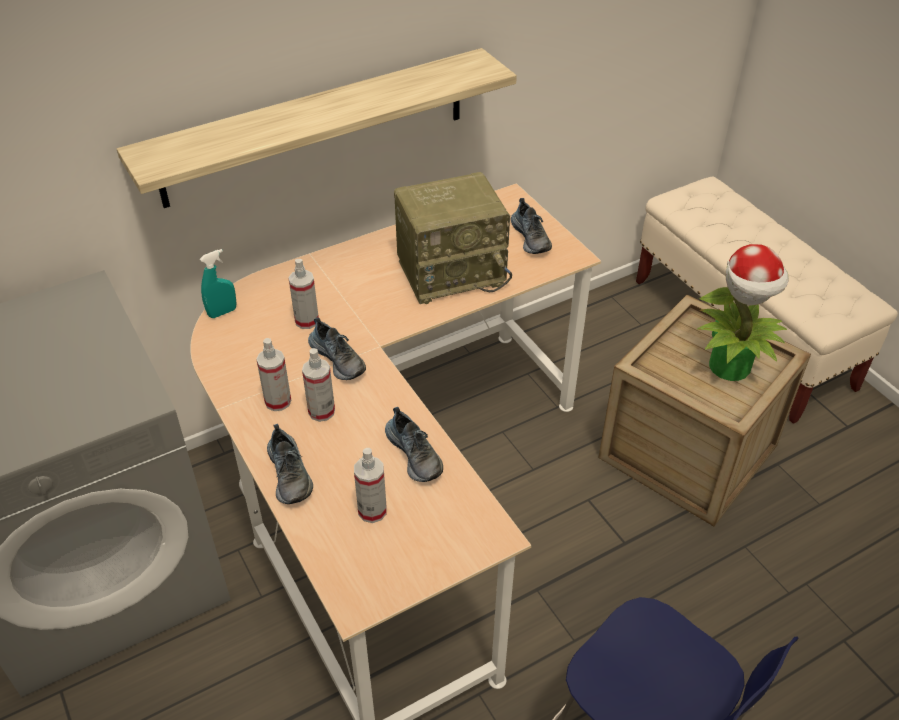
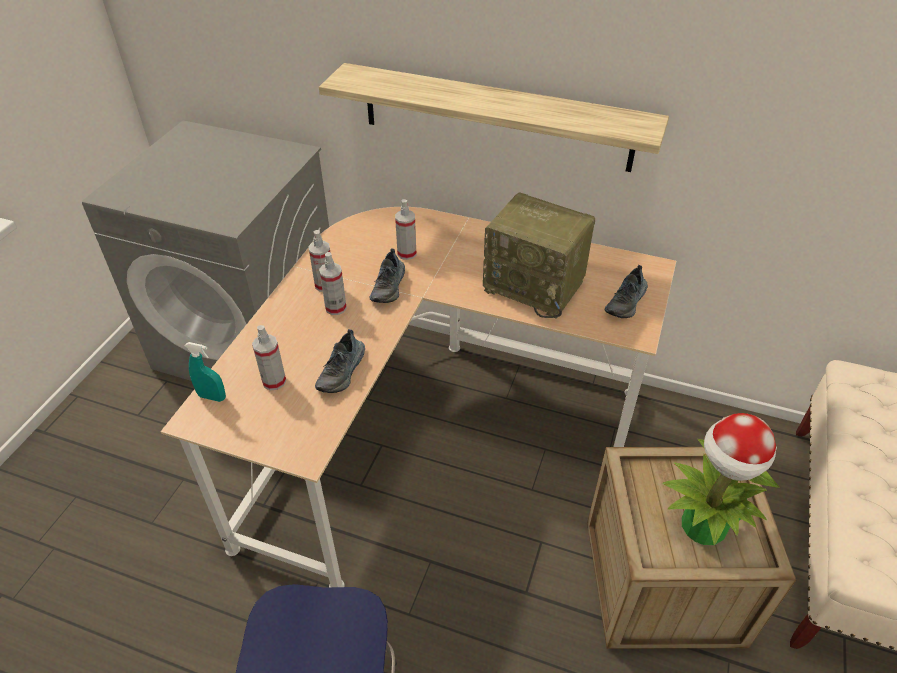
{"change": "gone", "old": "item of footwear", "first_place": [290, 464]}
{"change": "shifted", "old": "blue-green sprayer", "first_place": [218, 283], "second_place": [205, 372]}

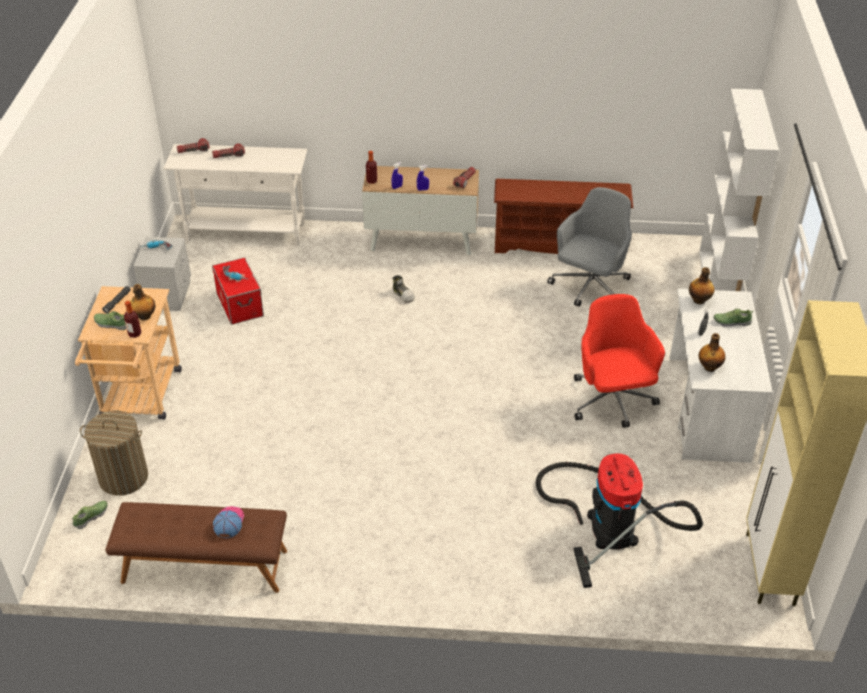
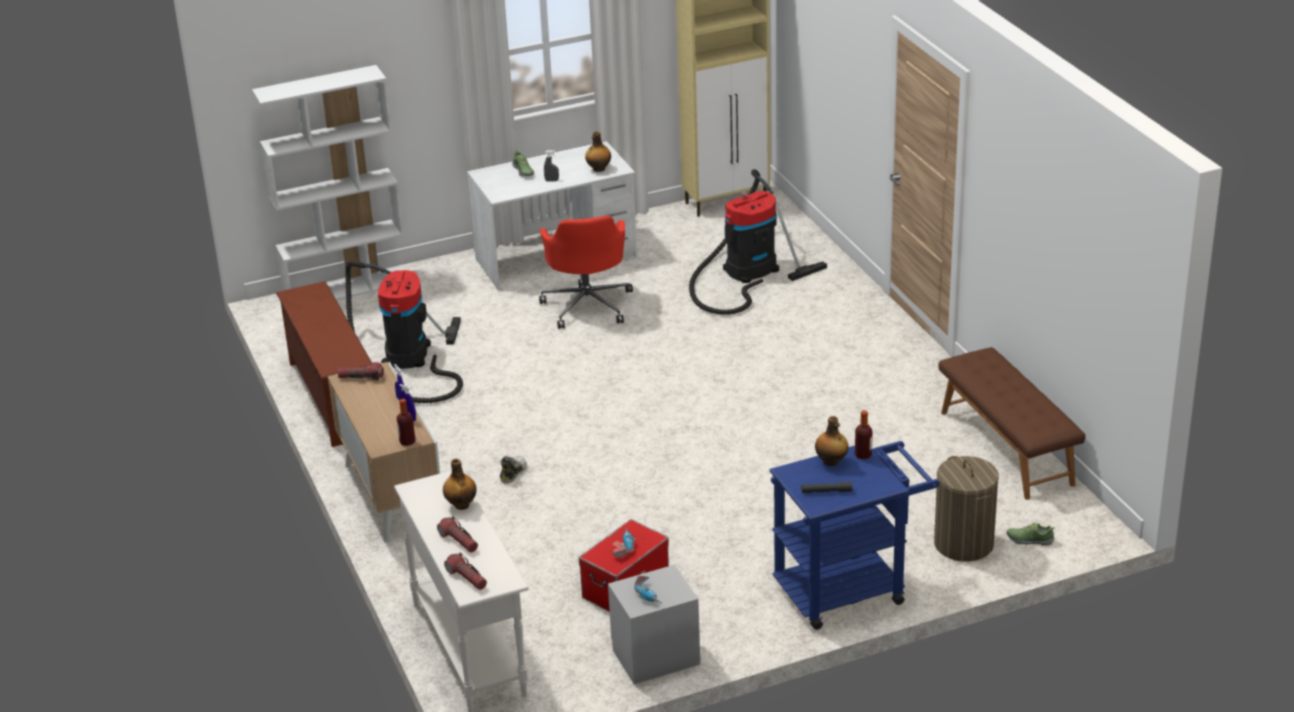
{"change": "gone", "old": "item of footwear", "first_place": [110, 320]}
{"change": "gone", "old": "cap", "first_place": [228, 522]}
{"change": "shifted", "old": "beverage bottle", "first_place": [701, 285], "second_place": [460, 484]}
{"change": "swapped", "old": "grey desk chair", "new": "hoover", "first_place": [589, 247], "second_place": [404, 332]}
{"change": "repainted", "old": "beige-coloured cart", "new": "bluish cart", "first_place": [128, 353], "second_place": [855, 535]}
{"change": "rotated", "old": "reddish desk chair", "first_place": [619, 361], "second_place": [586, 272], "degrees": -60}

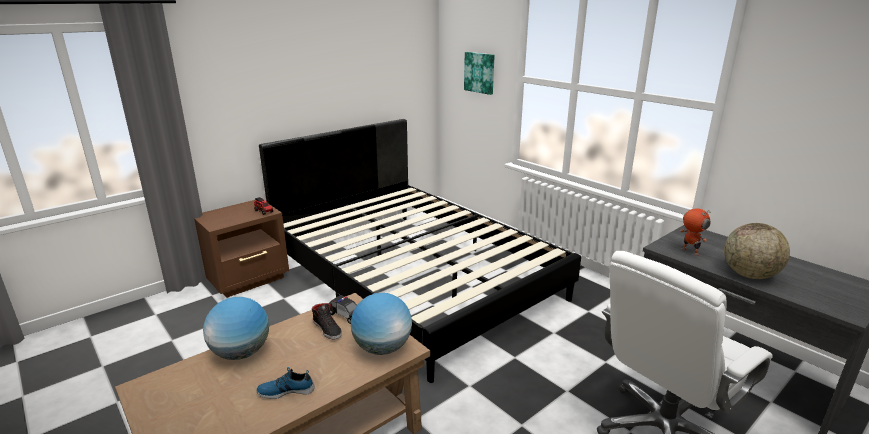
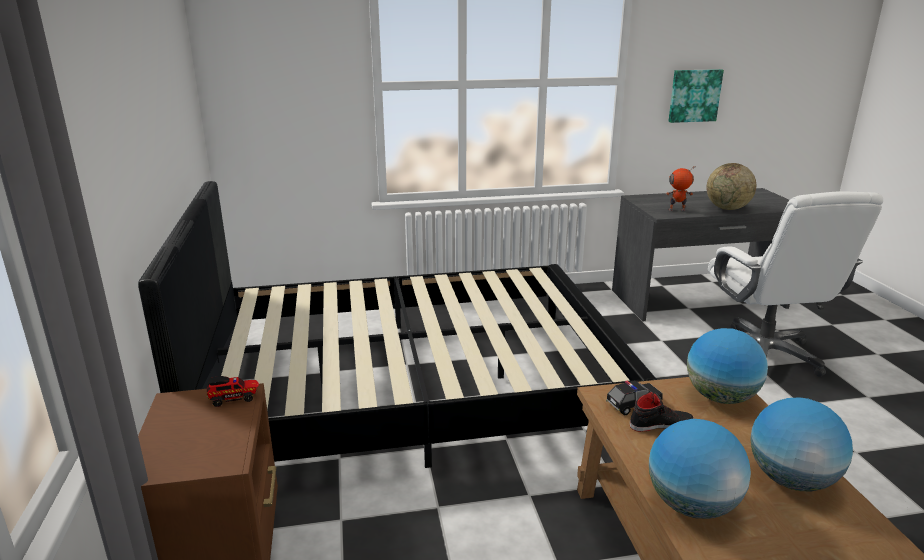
{"change": "shifted", "old": "wall art", "first_place": [479, 73], "second_place": [696, 96]}
{"change": "swapped", "old": "item of footwear", "new": "world globe", "first_place": [285, 383], "second_place": [801, 444]}

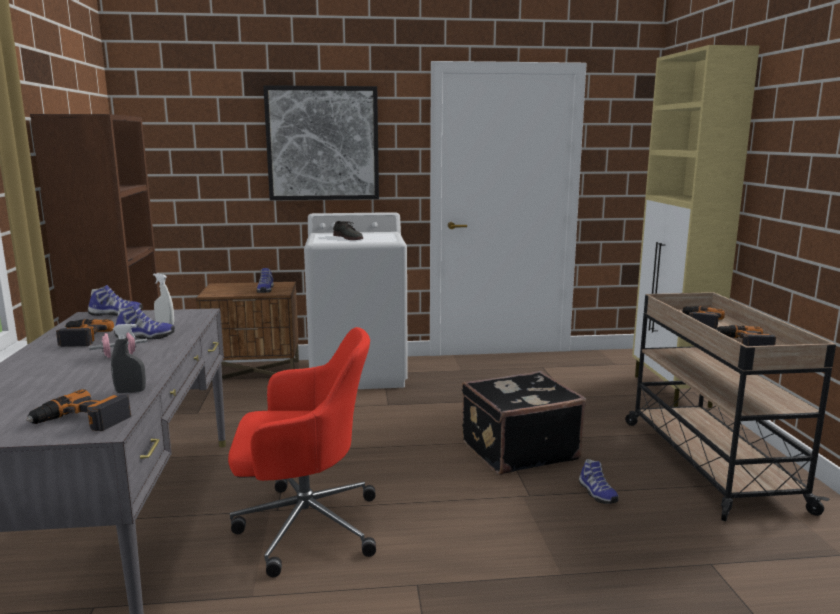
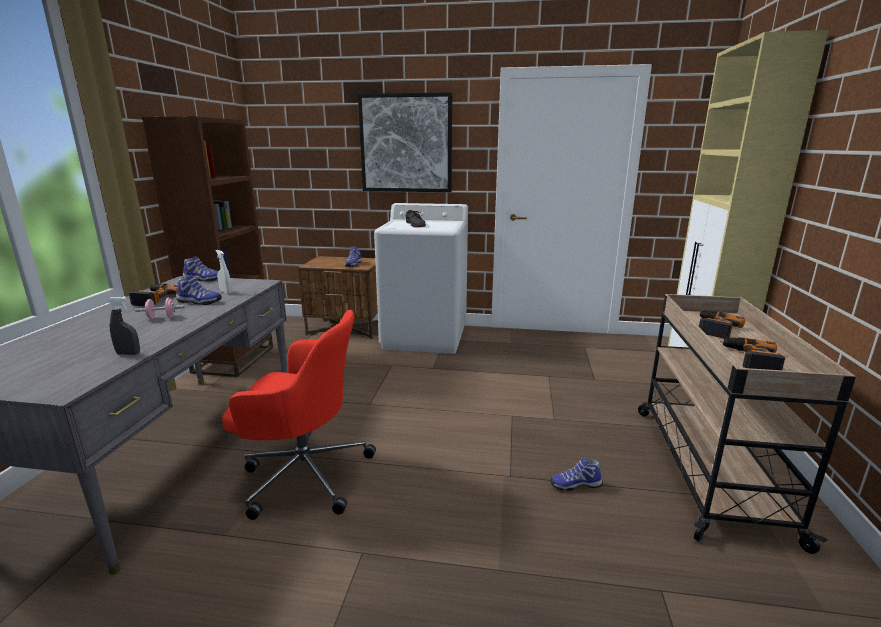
{"change": "gone", "old": "electric drill", "first_place": [78, 410]}
{"change": "gone", "old": "black suitcase", "first_place": [524, 423]}
{"change": "rotated", "old": "item of footwear", "first_place": [598, 481], "second_place": [577, 474], "degrees": 90}

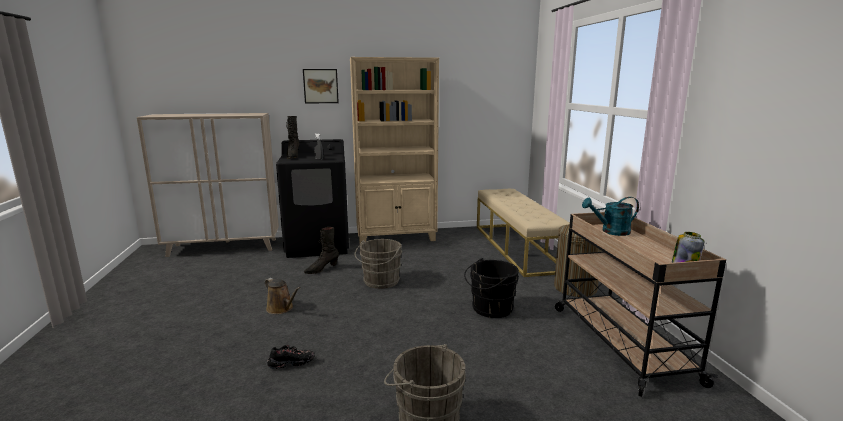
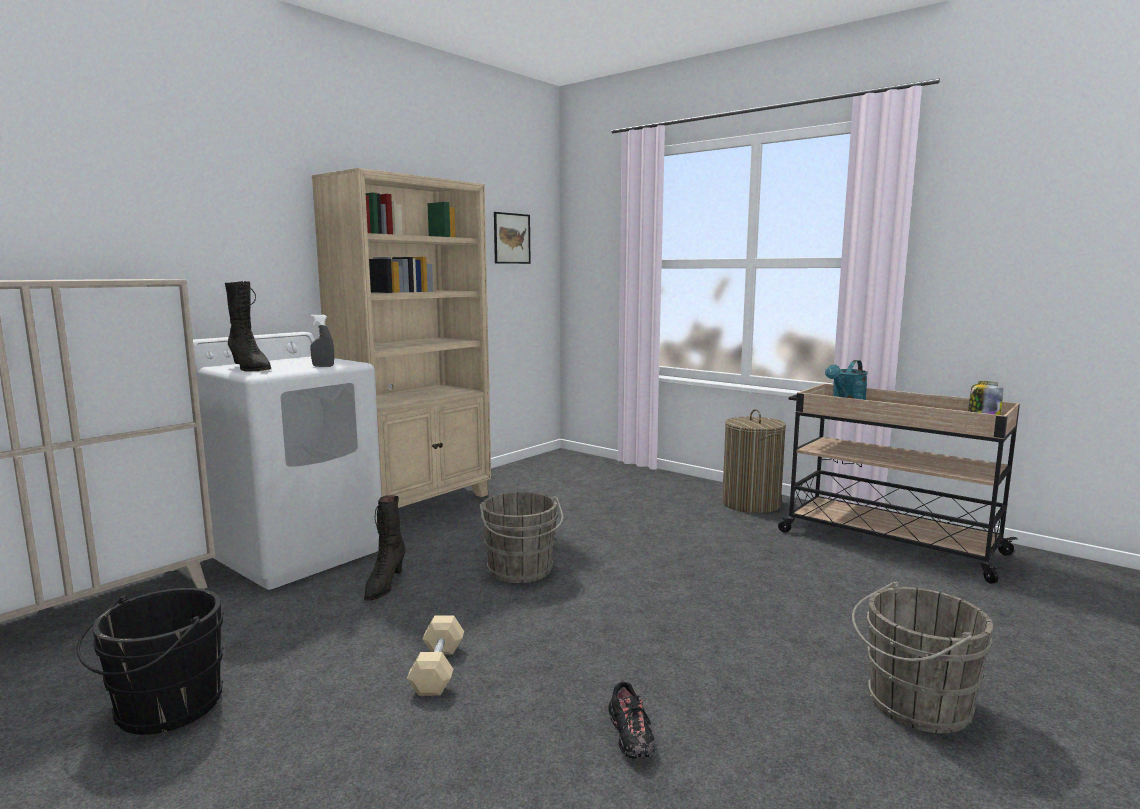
{"change": "gone", "old": "beige-coloured indoor bench", "first_place": [523, 233]}
{"change": "shifted", "old": "wall art", "first_place": [321, 86], "second_place": [512, 238]}
{"change": "shifted", "old": "black pail", "first_place": [491, 288], "second_place": [150, 661]}
{"change": "swapped", "old": "brown watering pot", "new": "beige-coloured free weight", "first_place": [282, 296], "second_place": [435, 656]}
{"change": "repainted", "old": "black washing machine", "new": "white washing machine", "first_place": [312, 198], "second_place": [287, 461]}
{"change": "rotated", "old": "black item of footwear", "first_place": [291, 357], "second_place": [631, 720], "degrees": 135}

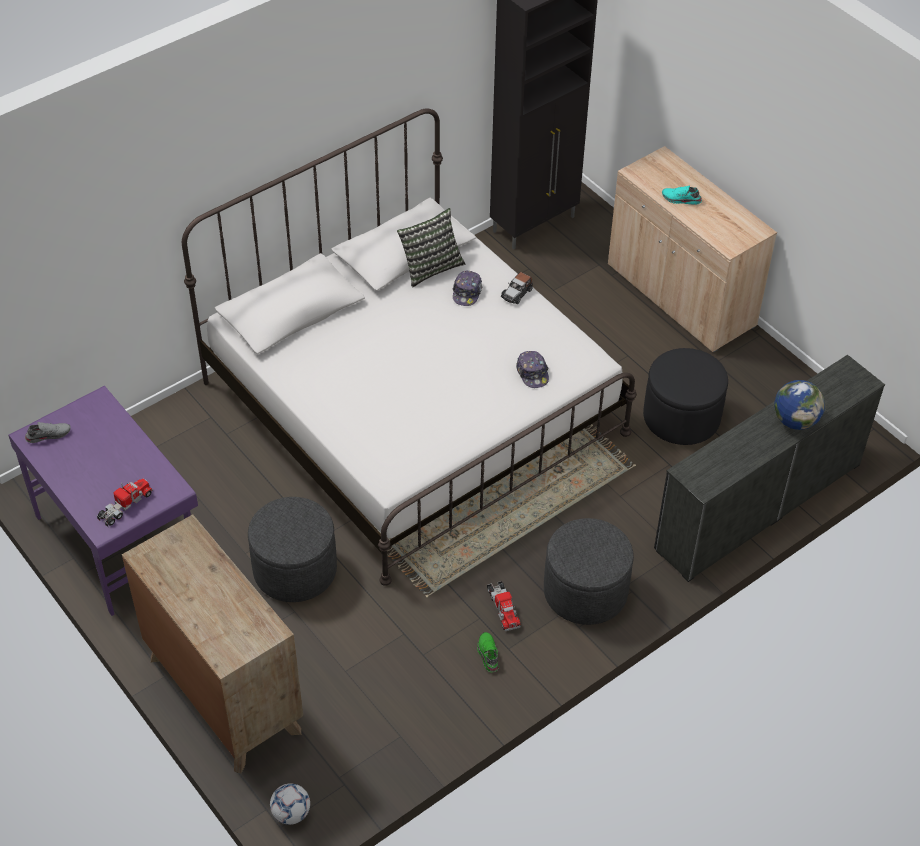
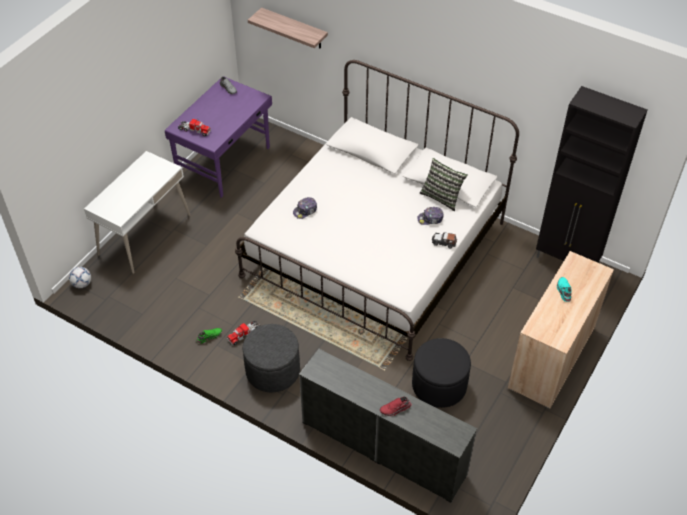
{"change": "gone", "old": "grey pouffe", "first_place": [292, 549]}
{"change": "new", "new": "shelf", "second_place": [288, 28]}
{"change": "shifted", "old": "cap", "first_place": [532, 369], "second_place": [305, 208]}
{"change": "swapped", "old": "brown drawer chest", "new": "white desk", "first_place": [212, 644], "second_place": [137, 212]}
{"change": "swapped", "old": "world globe", "new": "reddish item of footwear", "first_place": [799, 405], "second_place": [396, 406]}

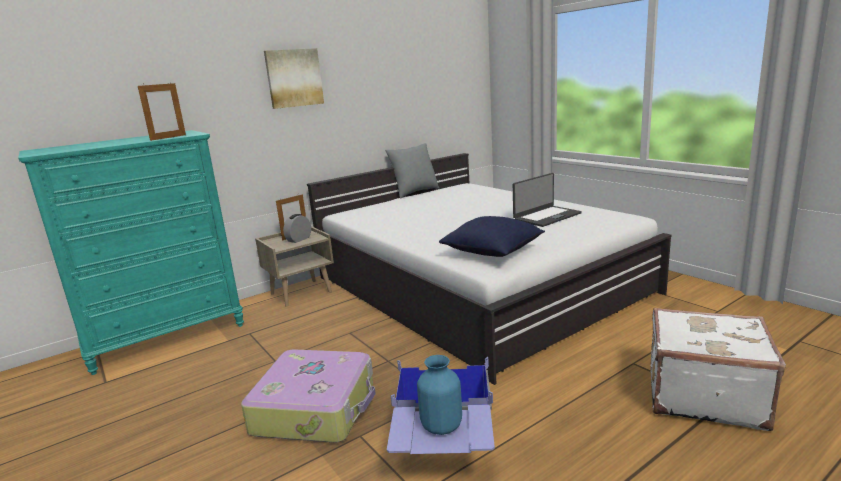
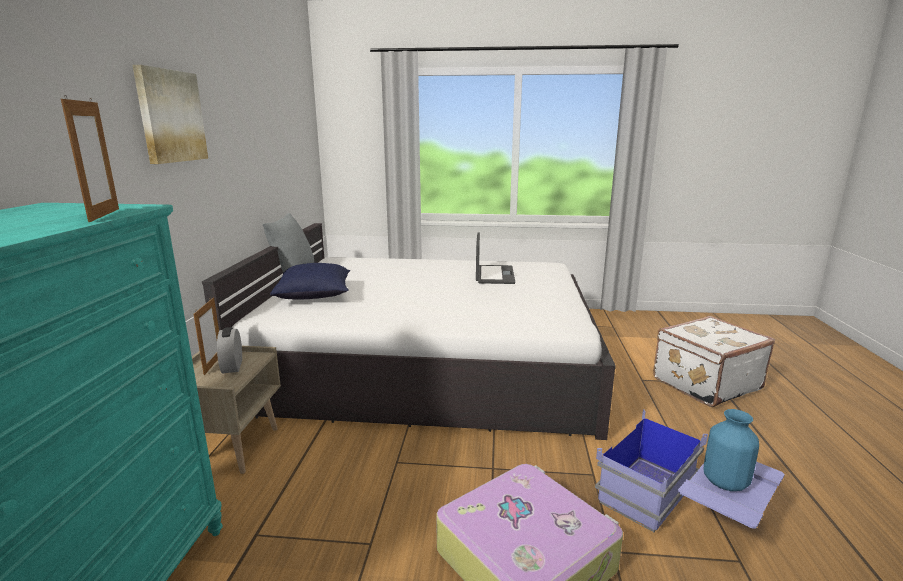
{"change": "shifted", "old": "bluish throw pillow", "first_place": [492, 236], "second_place": [310, 281]}

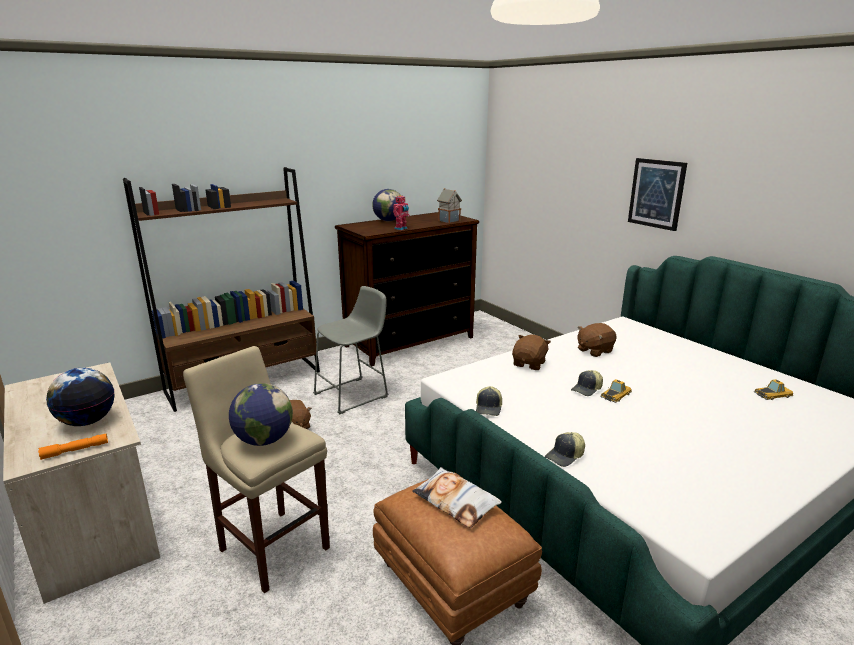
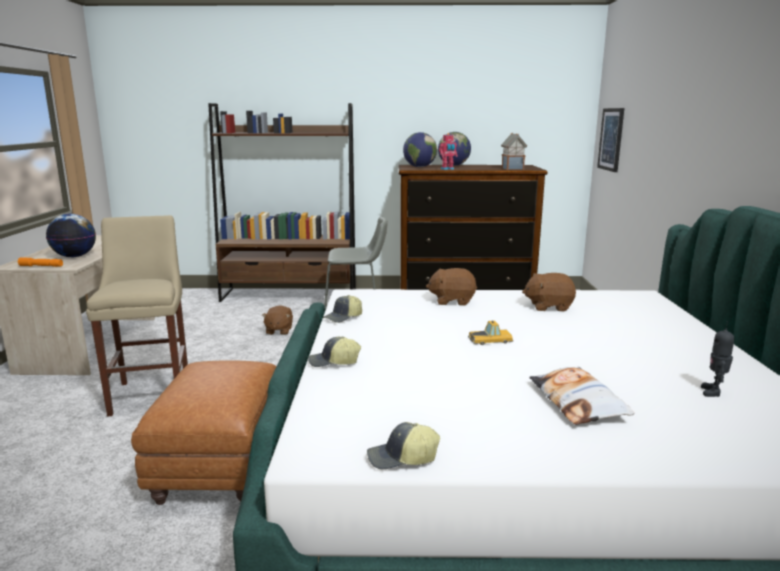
{"change": "shifted", "old": "world globe", "first_place": [261, 414], "second_place": [420, 149]}
{"change": "shifted", "old": "throw pillow", "first_place": [457, 497], "second_place": [582, 396]}
{"change": "shifted", "old": "cap", "first_place": [587, 383], "second_place": [403, 445]}
{"change": "shifted", "old": "wall art", "first_place": [657, 194], "second_place": [610, 140]}
{"change": "swapped", "old": "toy car", "new": "toy robot", "first_place": [774, 389], "second_place": [717, 359]}
{"change": "rotated", "old": "brown cuddly toy", "first_place": [531, 352], "second_place": [451, 287], "degrees": -150}

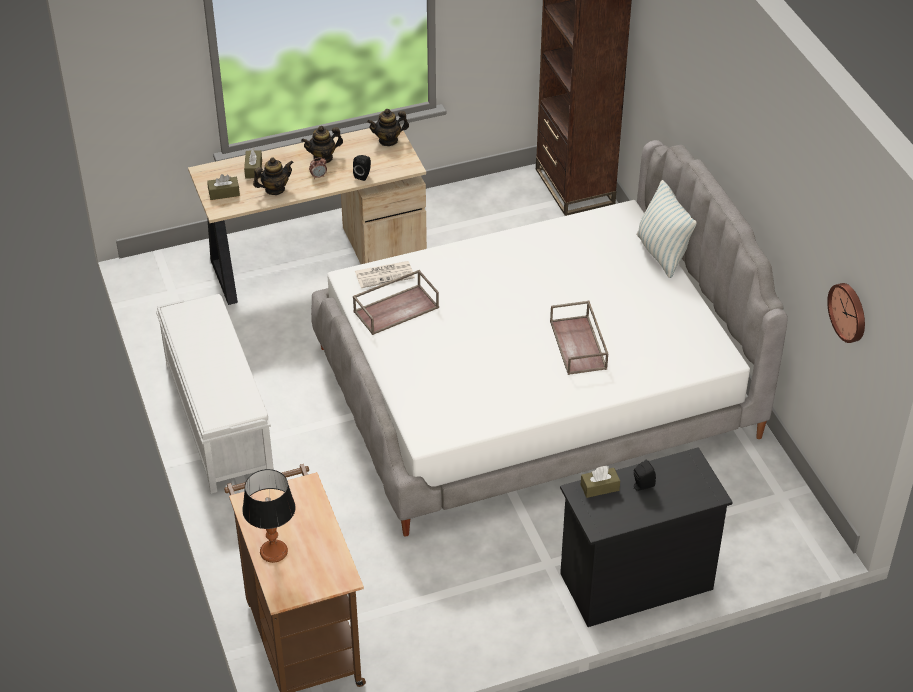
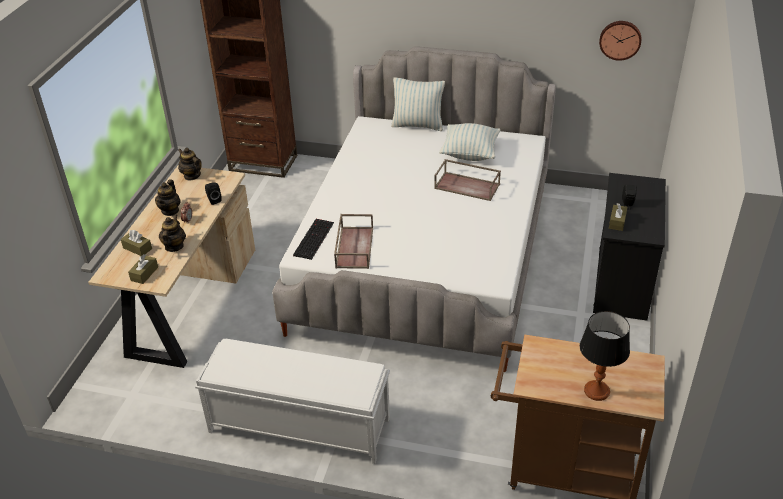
{"change": "new", "new": "throw pillow", "second_place": [469, 142]}
{"change": "swapped", "old": "daily paper", "new": "PC keyboard", "first_place": [385, 274], "second_place": [313, 239]}
{"change": "rotated", "old": "tea pot", "first_place": [388, 127], "second_place": [190, 164], "degrees": 120}

